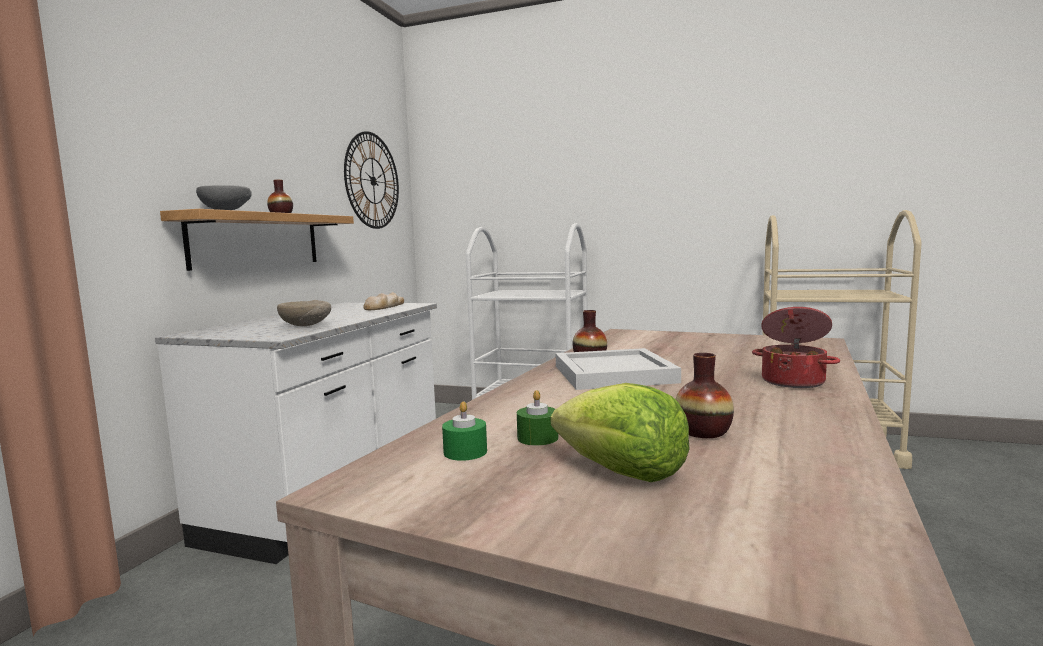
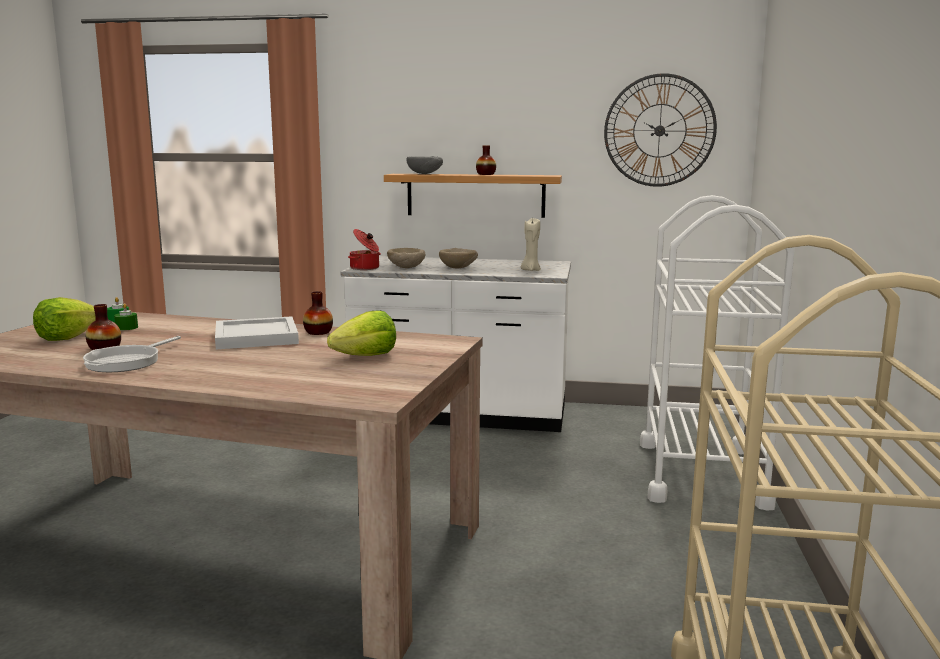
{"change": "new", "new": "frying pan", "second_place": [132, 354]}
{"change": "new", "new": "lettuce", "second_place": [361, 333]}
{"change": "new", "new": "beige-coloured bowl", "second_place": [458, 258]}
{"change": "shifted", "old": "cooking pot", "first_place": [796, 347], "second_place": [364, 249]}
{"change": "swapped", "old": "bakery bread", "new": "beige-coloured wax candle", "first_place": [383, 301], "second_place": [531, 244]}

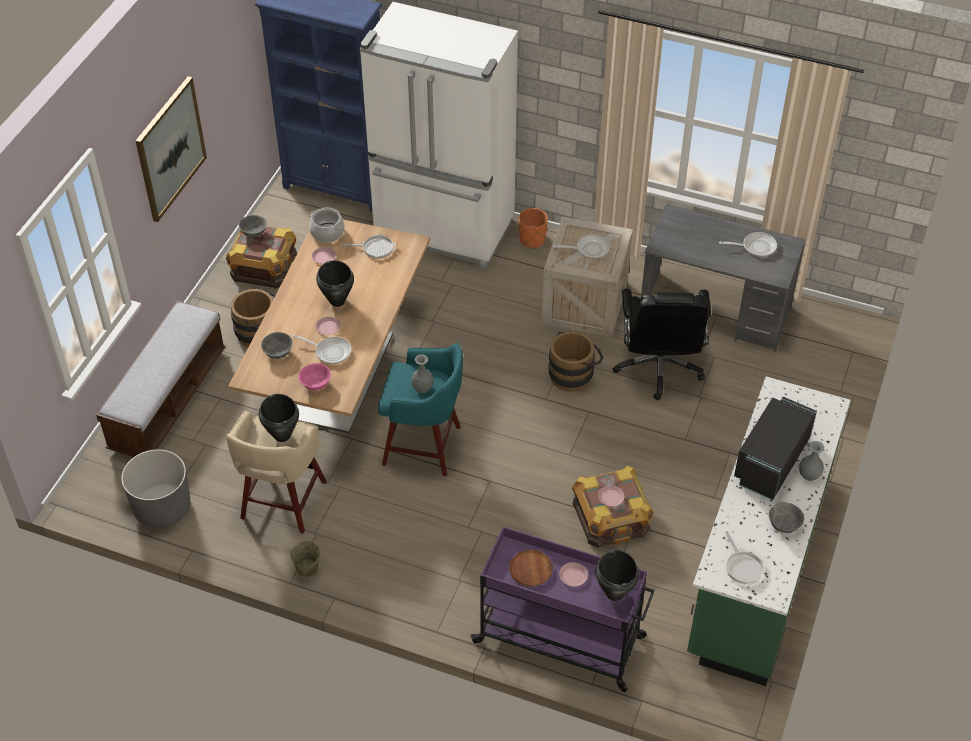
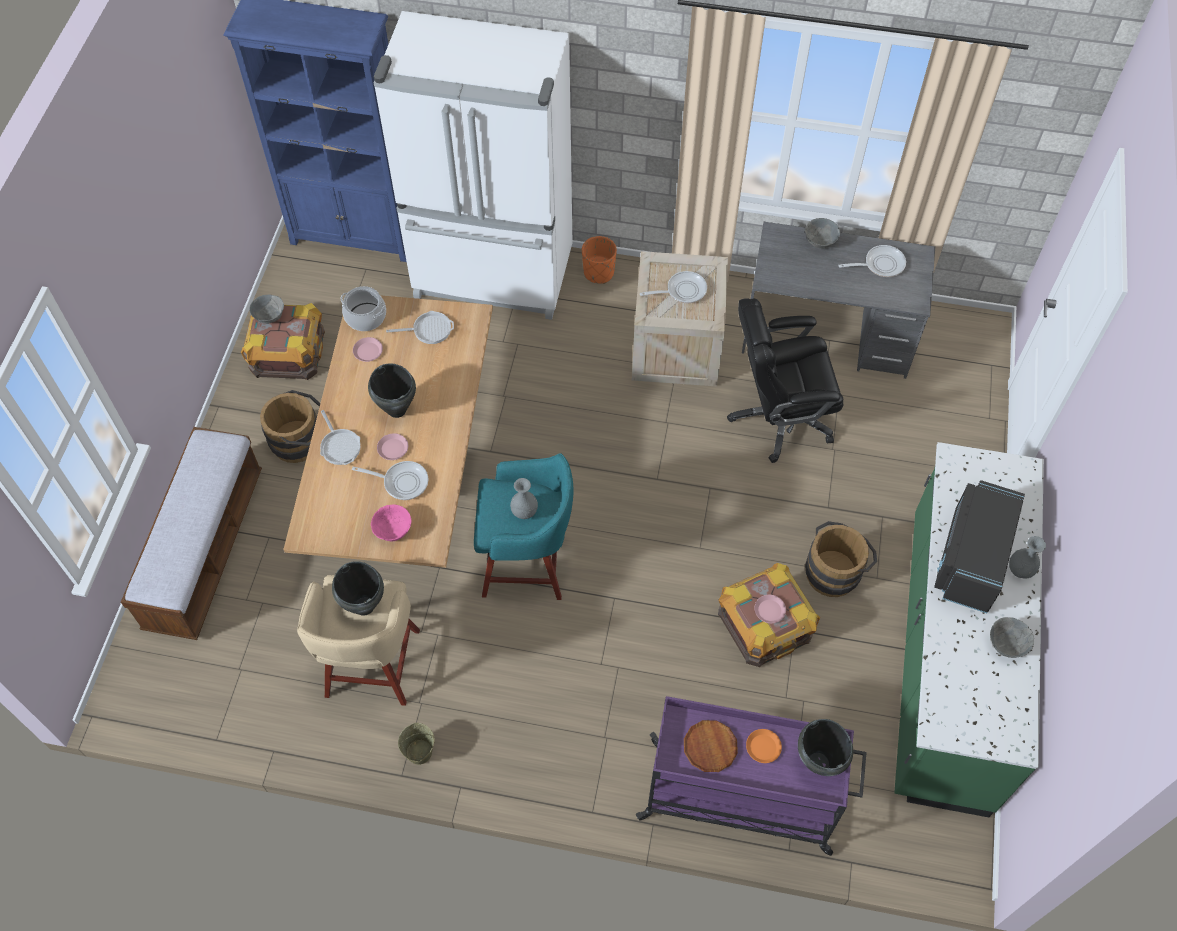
{"change": "gone", "old": "grey flower pot", "first_place": [156, 489]}
{"change": "gone", "old": "wall art", "first_place": [171, 149]}
{"change": "shifted", "old": "grey bowl", "first_place": [277, 345], "second_place": [822, 233]}
{"change": "shifted", "old": "brown pail", "first_place": [575, 361], "second_place": [841, 559]}
{"change": "shifted", "old": "frying pan", "first_place": [744, 558], "second_place": [340, 437]}
{"change": "repainted", "old": "pink-coloured dinner plate", "new": "orangey dinner plate", "first_place": [573, 574], "second_place": [764, 746]}
{"change": "rotated", "old": "black desk chair", "first_place": [662, 344], "second_place": [785, 380], "degrees": 90}

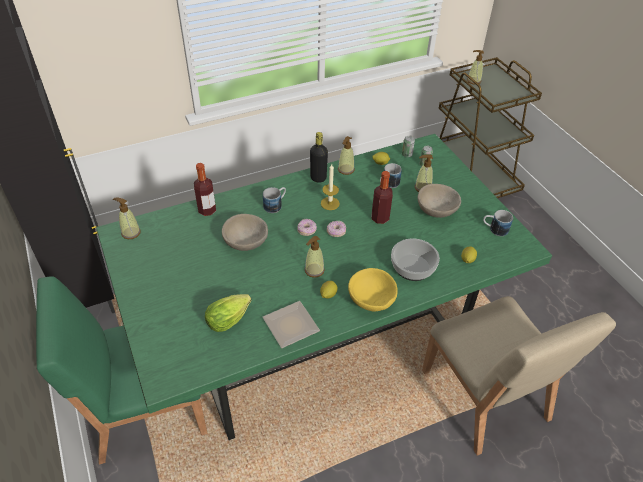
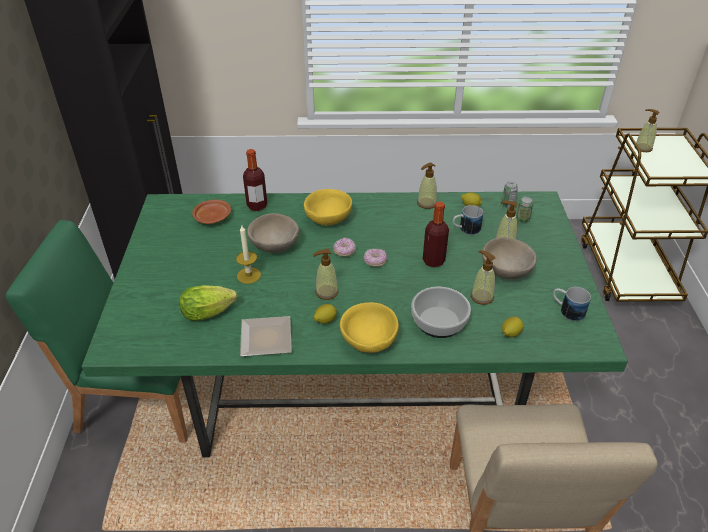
{"change": "gone", "old": "black beverage bottle", "first_place": [319, 157]}
{"change": "new", "new": "brown dinner plate", "second_place": [211, 212]}
{"change": "shifted", "old": "liquid soap bottle", "first_place": [127, 218], "second_place": [483, 277]}
{"change": "shifted", "old": "wax candle", "first_place": [330, 187], "second_place": [248, 255]}
{"change": "swapped", "old": "coffee mug", "new": "yellow bowl", "first_place": [274, 200], "second_place": [328, 207]}

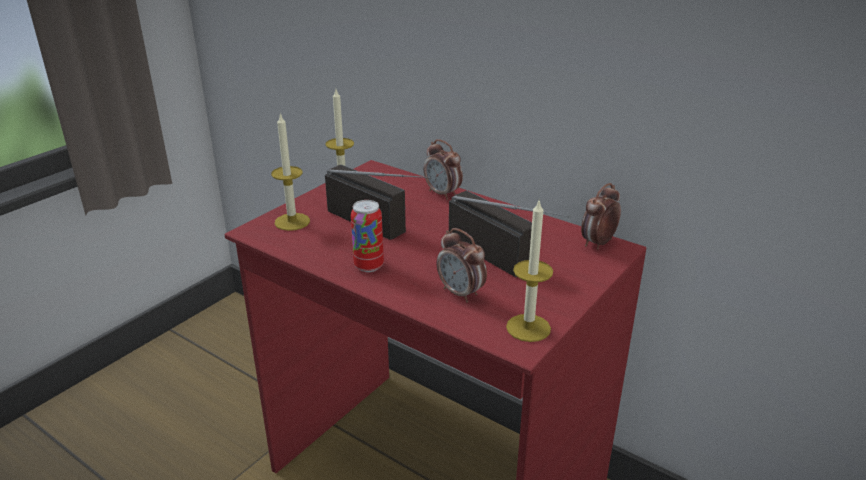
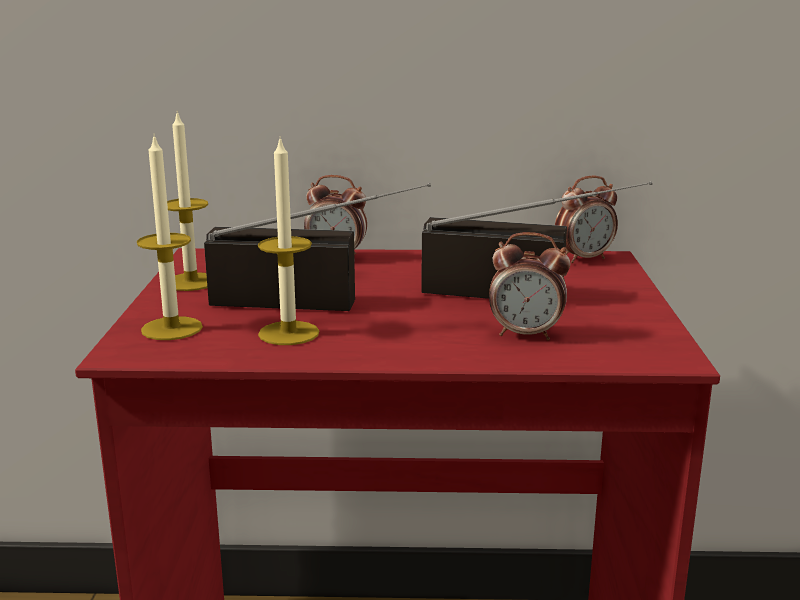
{"change": "gone", "old": "can", "first_place": [367, 236]}
{"change": "shifted", "old": "wax candle", "first_place": [529, 271], "second_place": [288, 240]}
{"change": "rotated", "old": "table clock", "first_place": [601, 216], "second_place": [586, 219], "degrees": -120}

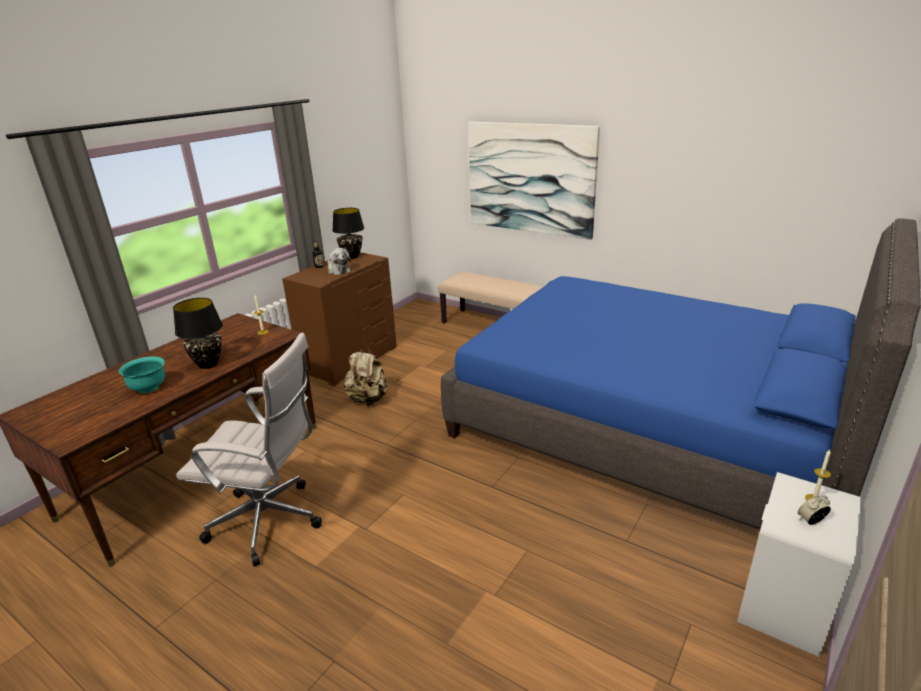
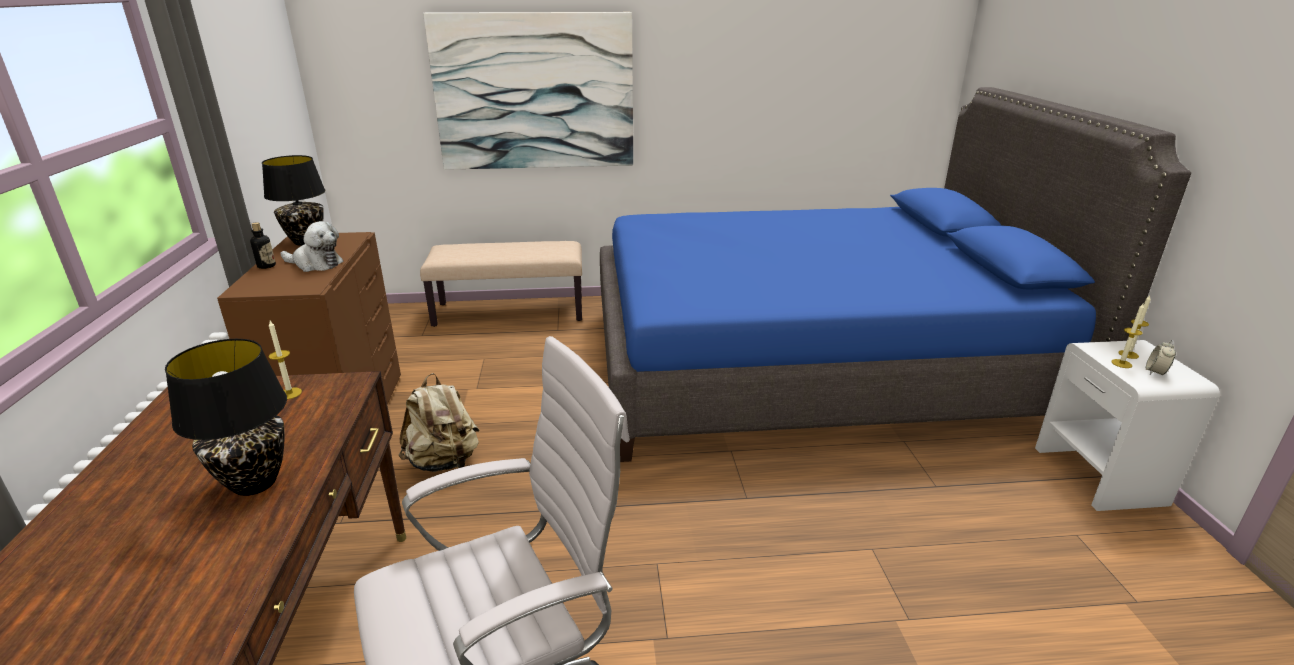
{"change": "gone", "old": "blue-green bowl", "first_place": [142, 374]}
{"change": "new", "new": "wax candle", "second_place": [1127, 336]}

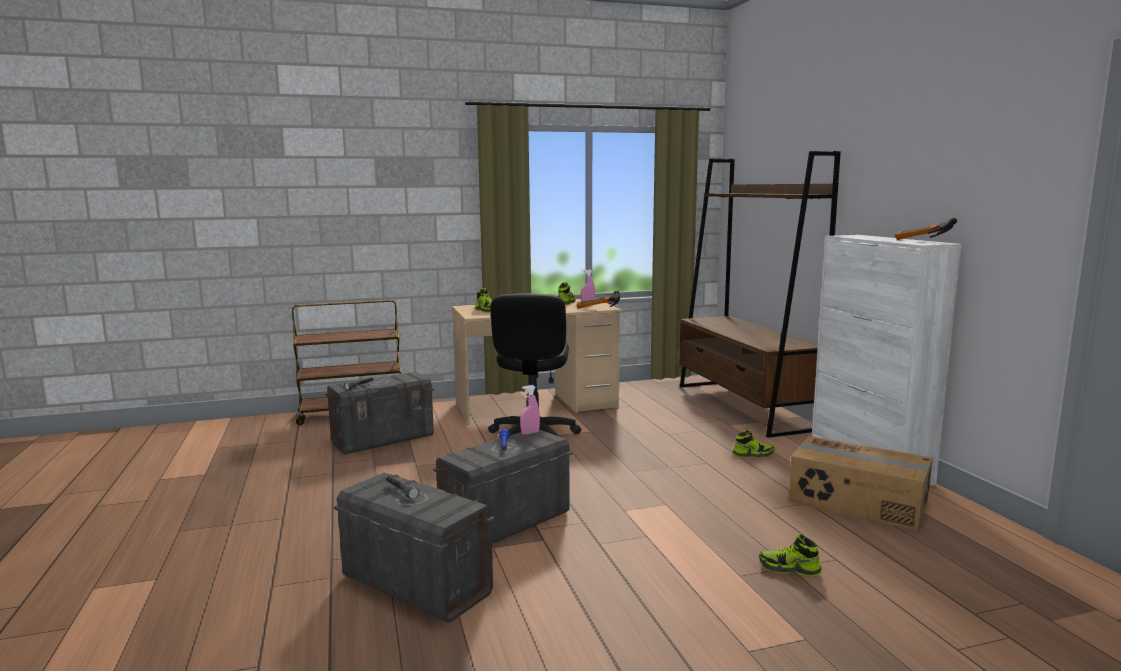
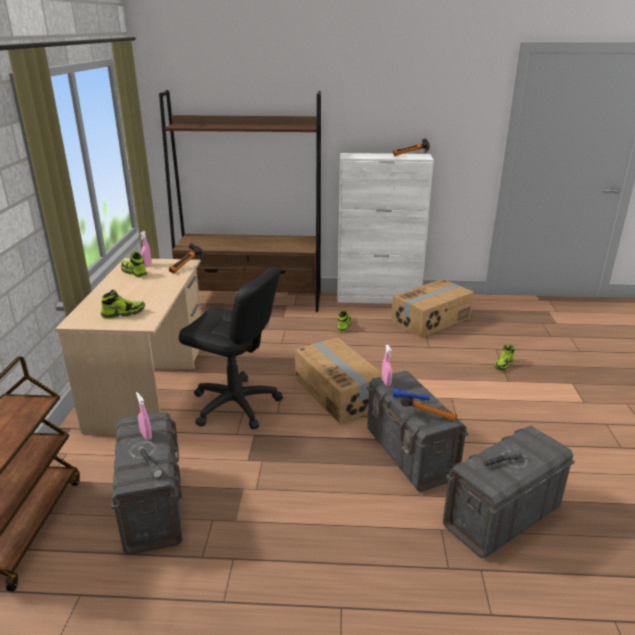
{"change": "new", "new": "pink-coloured sprayer", "second_place": [144, 416]}
{"change": "new", "new": "cardboard box", "second_place": [338, 380]}
{"change": "new", "new": "tool hammer", "second_place": [428, 408]}

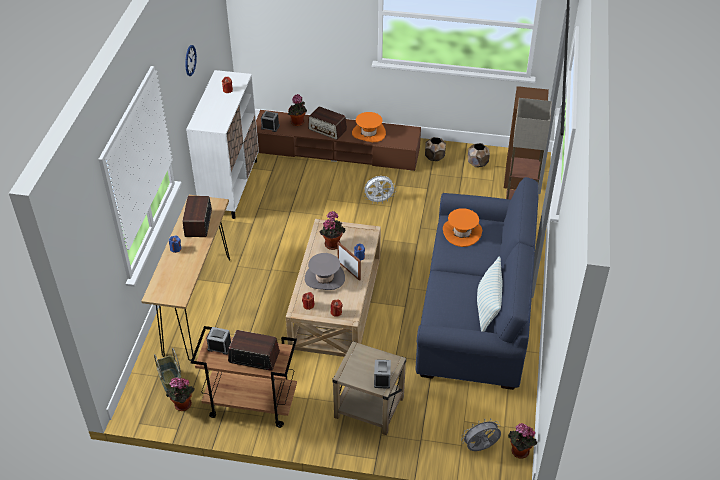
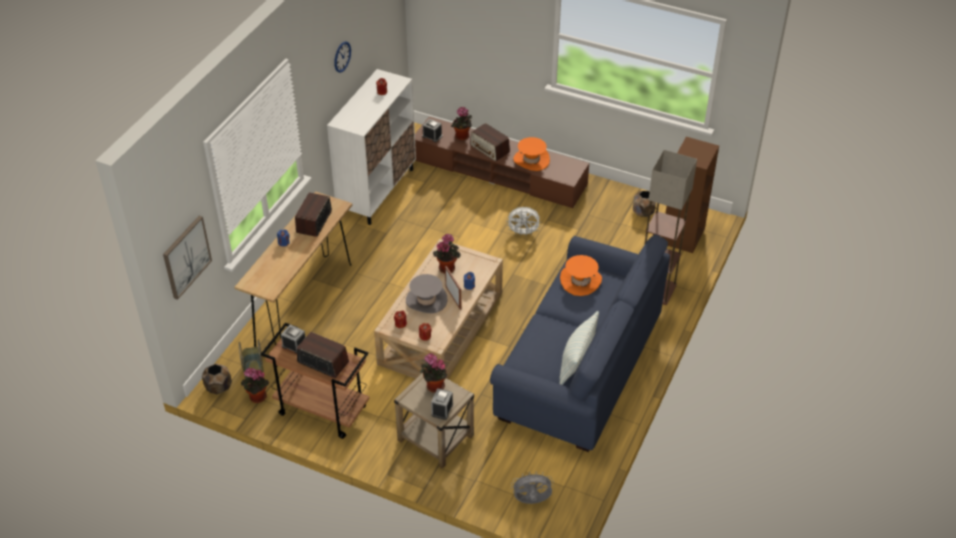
{"change": "new", "new": "wall art", "second_place": [187, 258]}
{"change": "shifted", "old": "brown flower pot", "first_place": [435, 149], "second_place": [217, 379]}
{"change": "shifted", "old": "plant in a pot", "first_place": [523, 441], "second_place": [433, 373]}

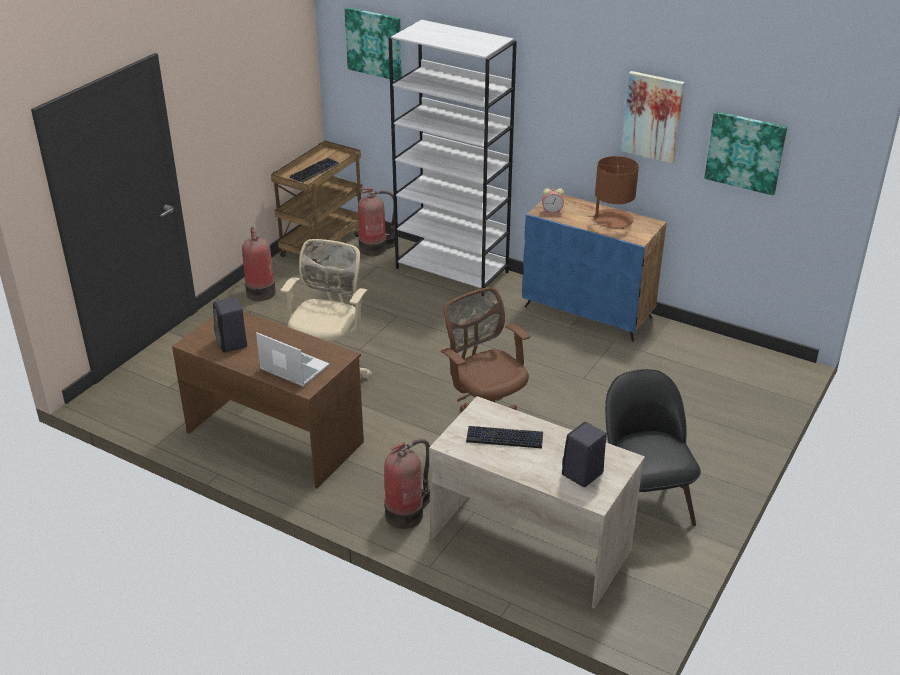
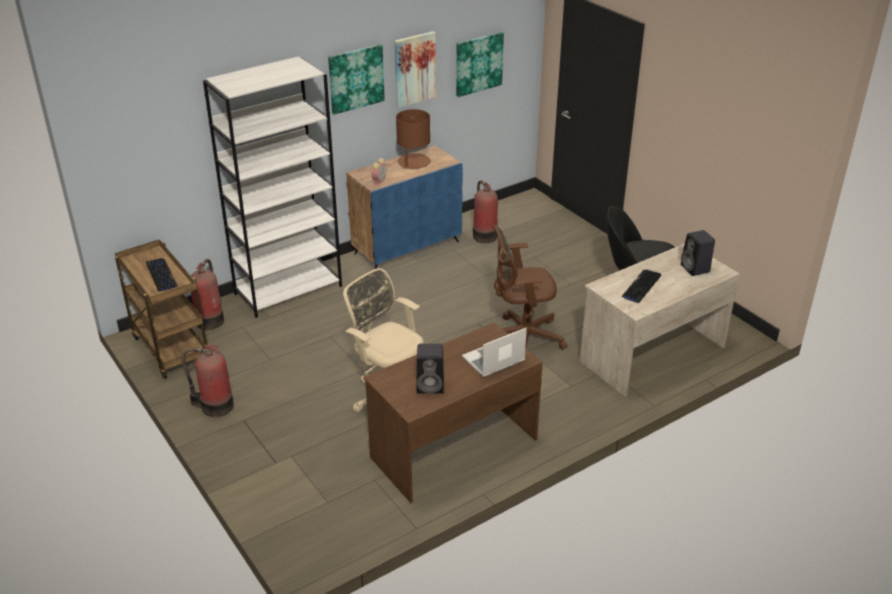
{"change": "shifted", "old": "wall art", "first_place": [373, 43], "second_place": [356, 79]}
{"change": "shifted", "old": "fire extinguisher", "first_place": [407, 484], "second_place": [485, 211]}

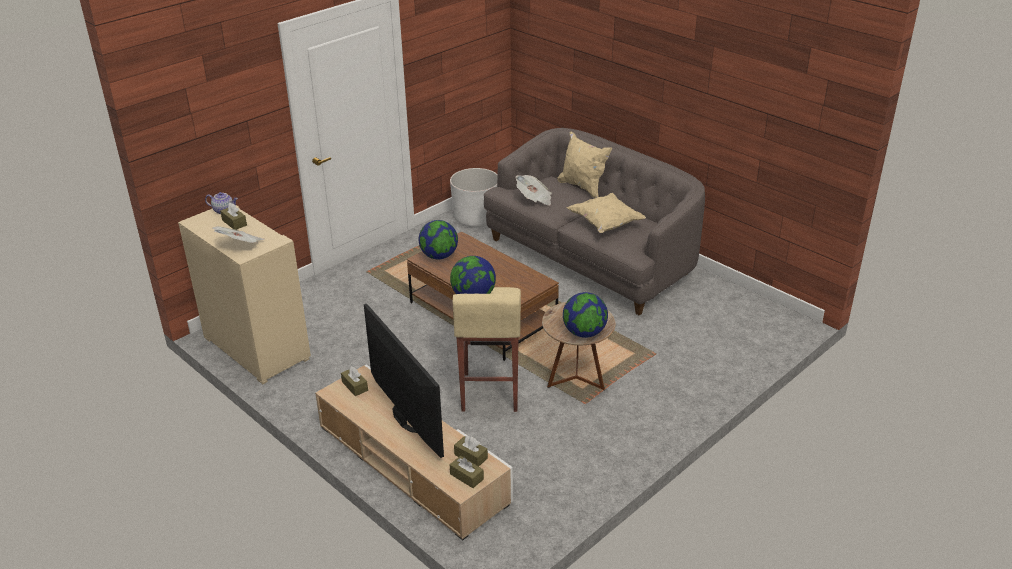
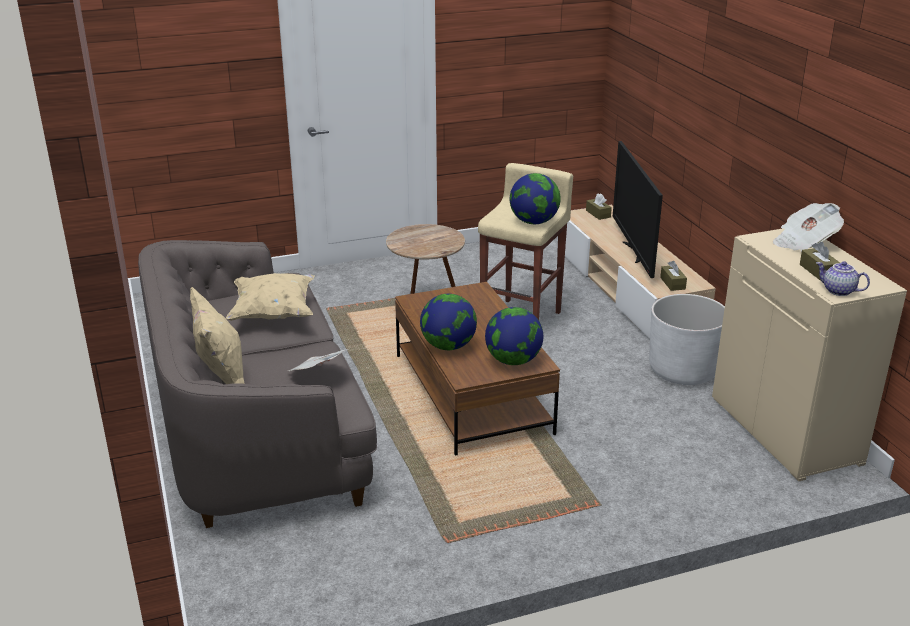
{"change": "gone", "old": "brown box of tissues", "first_place": [471, 451]}
{"change": "shifted", "old": "white flower pot", "first_place": [474, 197], "second_place": [687, 339]}
{"change": "shifted", "old": "world globe", "first_place": [585, 315], "second_place": [448, 322]}

